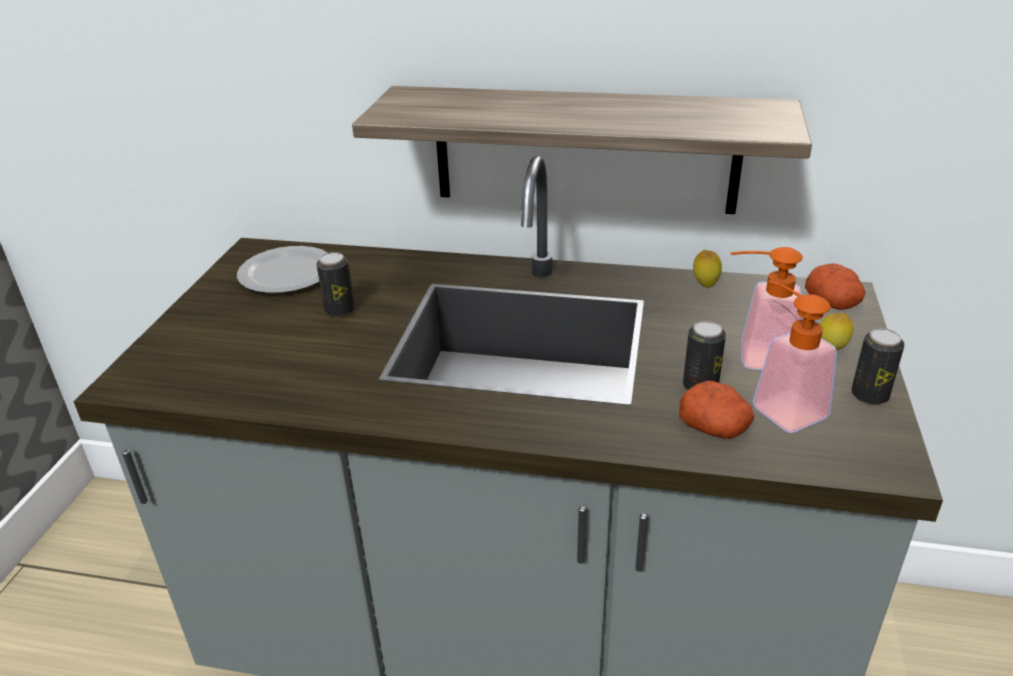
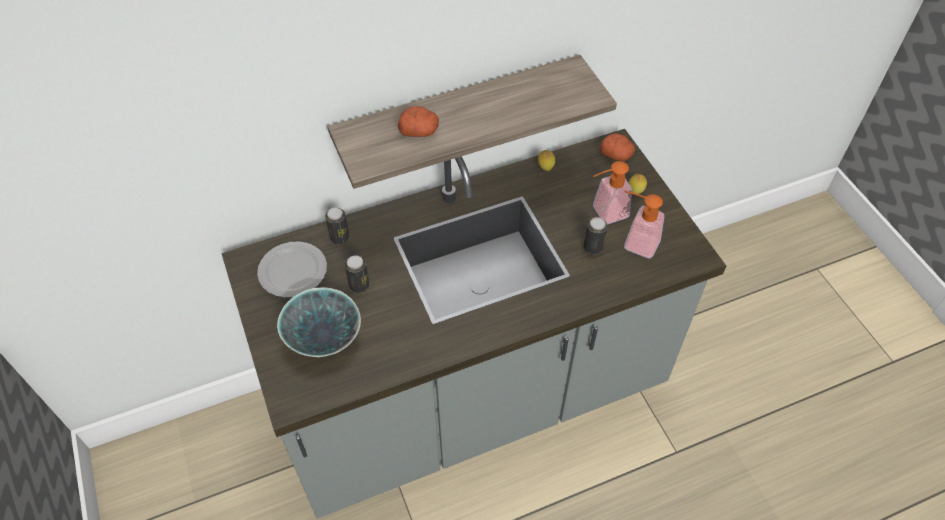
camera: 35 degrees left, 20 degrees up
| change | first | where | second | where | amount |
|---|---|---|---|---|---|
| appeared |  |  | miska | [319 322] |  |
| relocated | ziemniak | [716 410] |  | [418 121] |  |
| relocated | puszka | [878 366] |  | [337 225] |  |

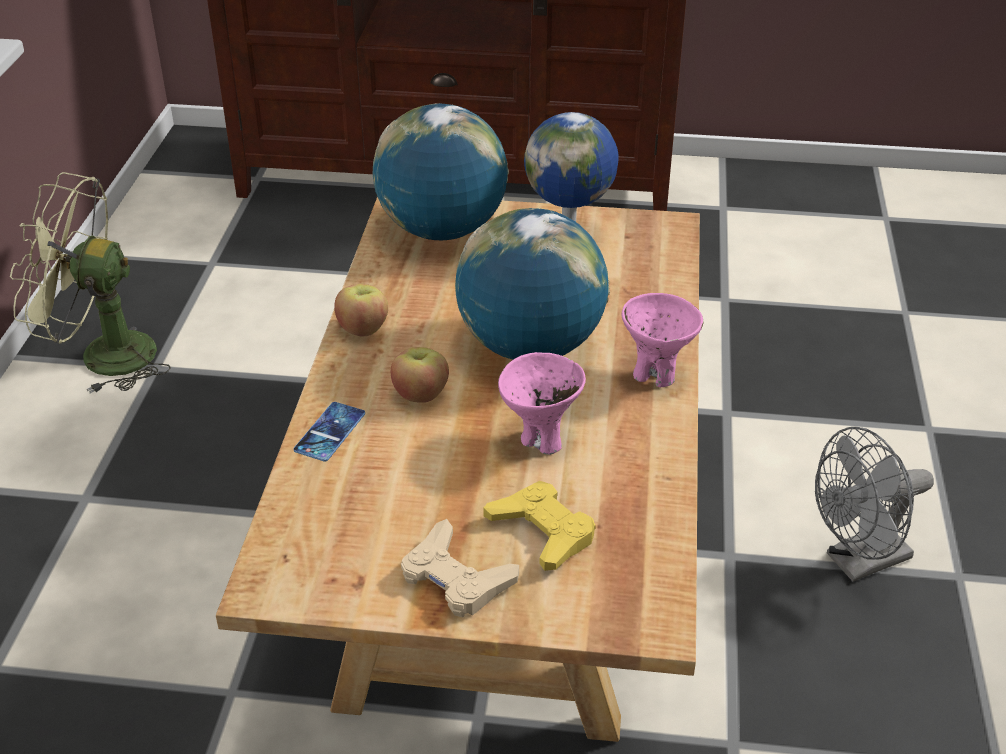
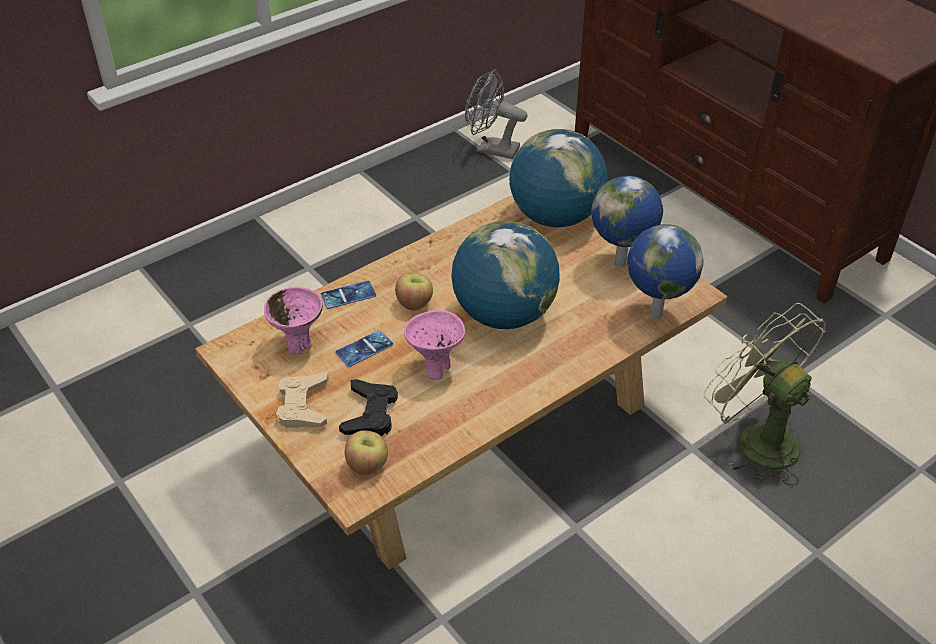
camera: 45 degrees right, 5 degrees up
| change | first | where | second | where | amount |
|---|---|---|---|---|---|
| appeared |  |  | telefon | [364 348] |  |
| appeared |  |  | globus | [665 271] |  |
| relocated | wentylator (zielony) | [90 282] |  | [765 394] |  |
| relocated | jabłko | [361 310] |  | [366 452] |  |
| relocated | miska (różowy) | [663 340] |  | [293 321] |  |
| relocated | wentylator (szary) | [874 504] |  | [496 114] |  |
| colour | pad do gier (żółty) | [539 526] | pad do gier (czarny) | [368 407] |  |

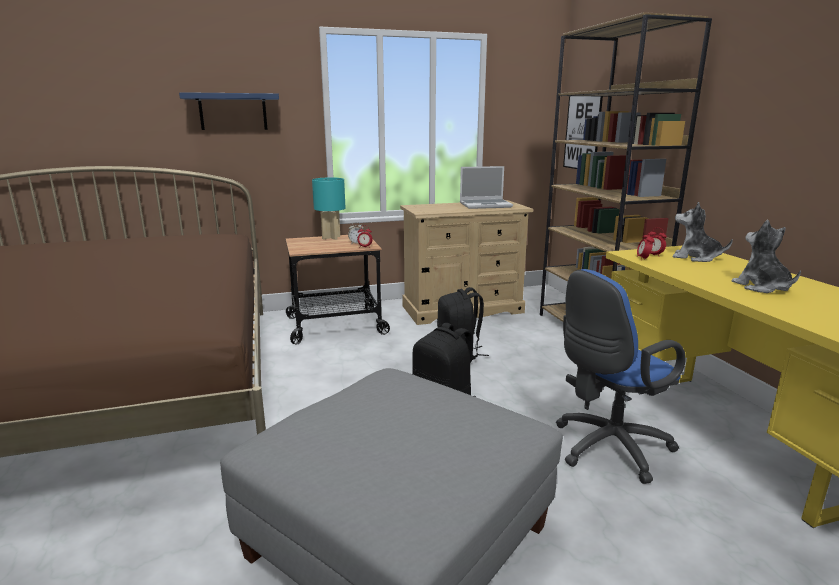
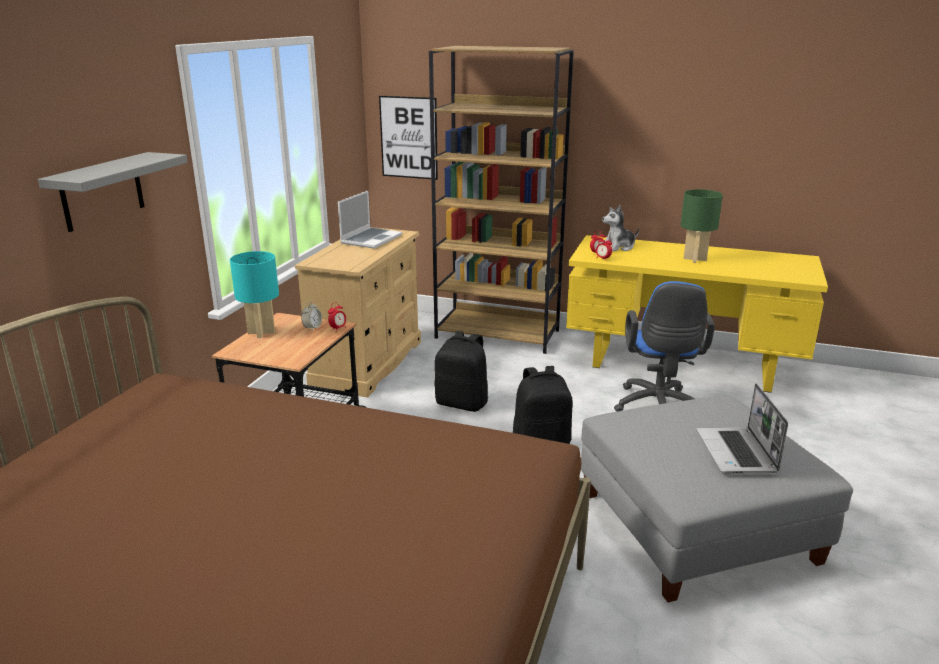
camera: 55 degrees left, 5 degrees up
| change | first | where | second | where | amount |
|---|---|---|---|---|---|
| appeared |  |  | laptop | [742 428] |  |
| exchanged | pluszak | [766 256] | lampa stołowa (zielony) | [702 226] |  |
| colour | półka (niebieski) | [229 111] | półka (szary) | [113 192] |  |

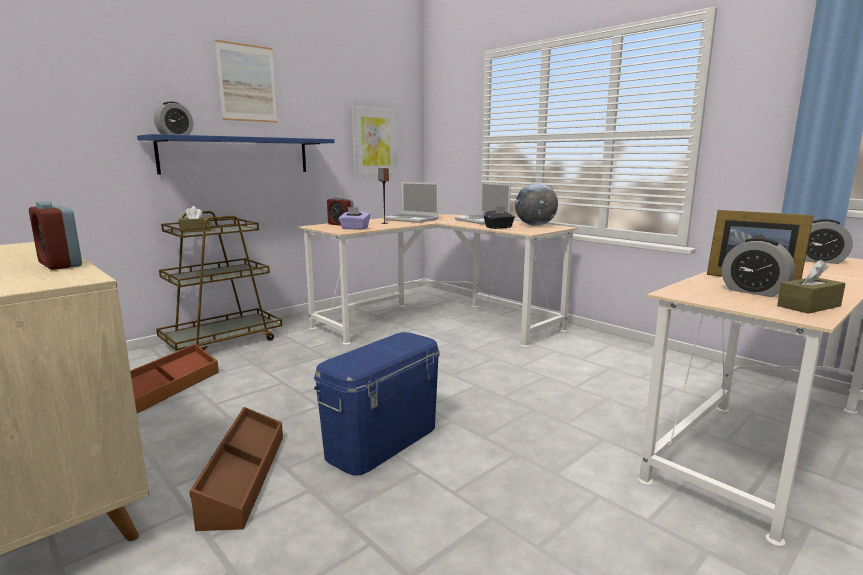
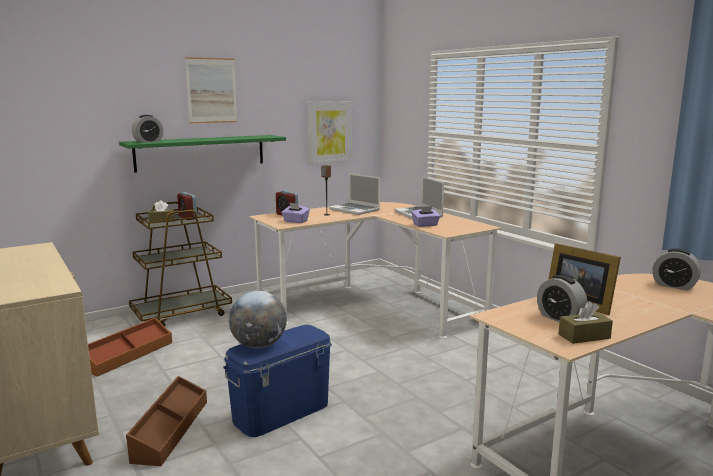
camera: 10 degrees right, 0 degrees up
| change | first | where | second | where | amount |
|---|---|---|---|---|---|
| relocated | budzik | [55 235] |  | [187 206] |  |
| relocated | globus | [536 204] |  | [258 320] |  |
| colour | półka (niebieski) | [236 154] | półka (zielony) | [202 154] |  |
| colour | pudełko chusteczek (czarny) | [499 217] | pudełko chusteczek (fioletowy) | [426 216] |  |

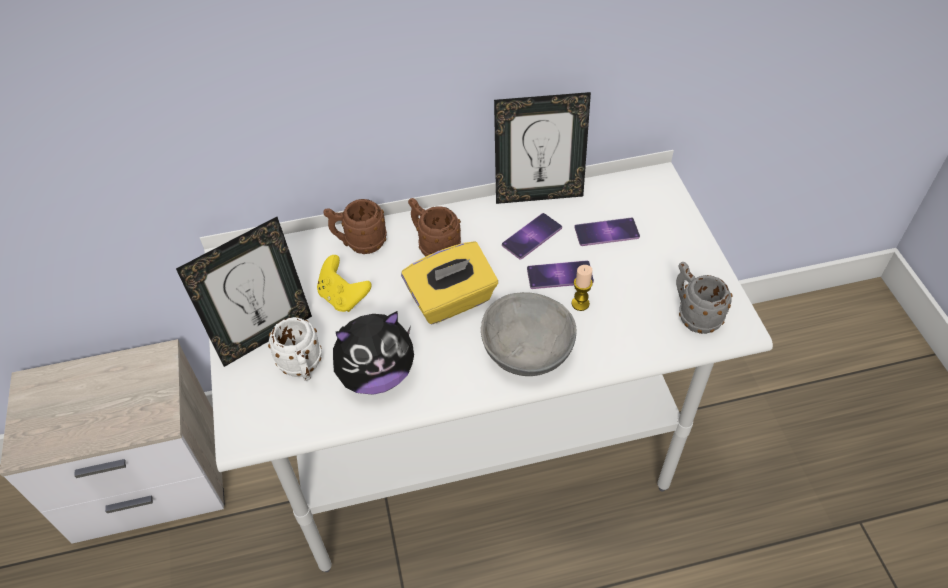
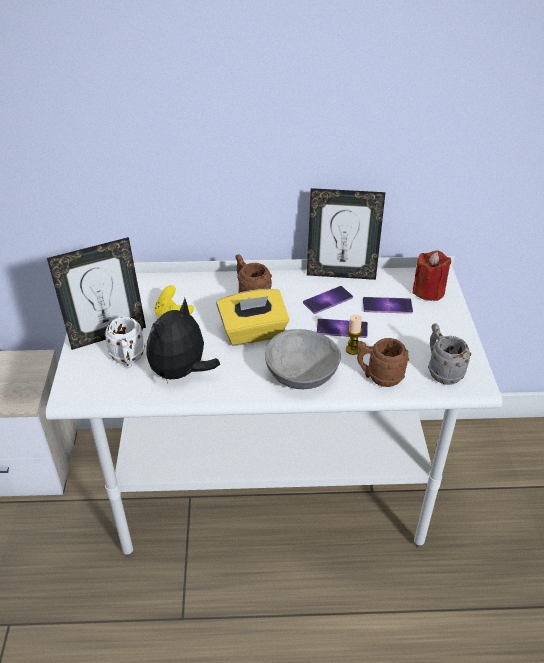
camera: 10 degrees right, 10 degrees down
| change | first | where | second | where | amount |
|---|---|---|---|---|---|
| appeared |  |  | świeca (czerwony) | [431 275] |  |
| relocated | kubek (brązowy) | [355 226] |  | [383 362] |  |
| spun | pluszak | [373 353] |  | [183 340] | 135 degrees clockwise |

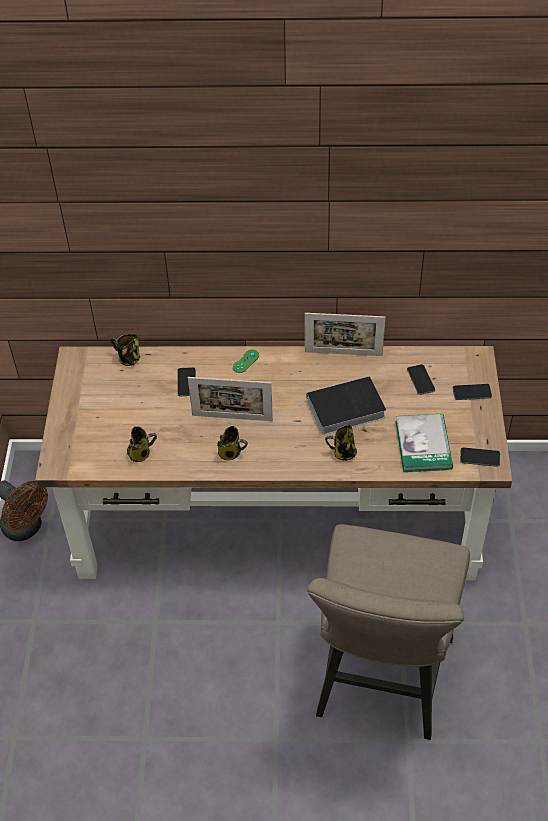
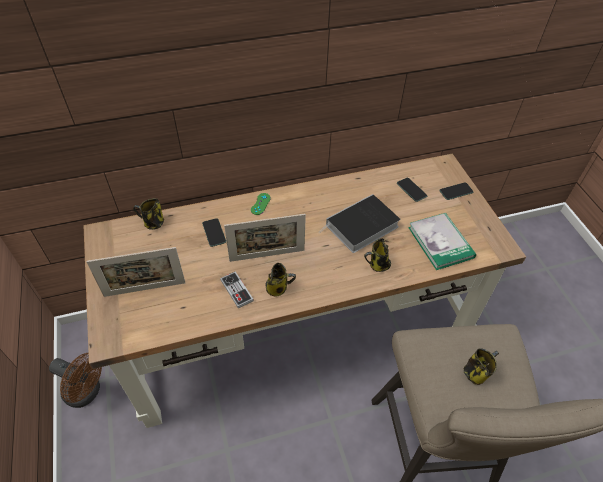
camera: 20 degrees left, 0 degrees up
| change | first | where | second | where | amount |
|---|---|---|---|---|---|
| missing | telefon | [480 457] |  |  |  |
| appeared |  |  | pad do gier | [237 289] |  |
| relocated | kubek | [142 444] |  | [481 366] |  |
| relocated | ramka na zdjęcie | [345 334] |  | [135 272] |  |

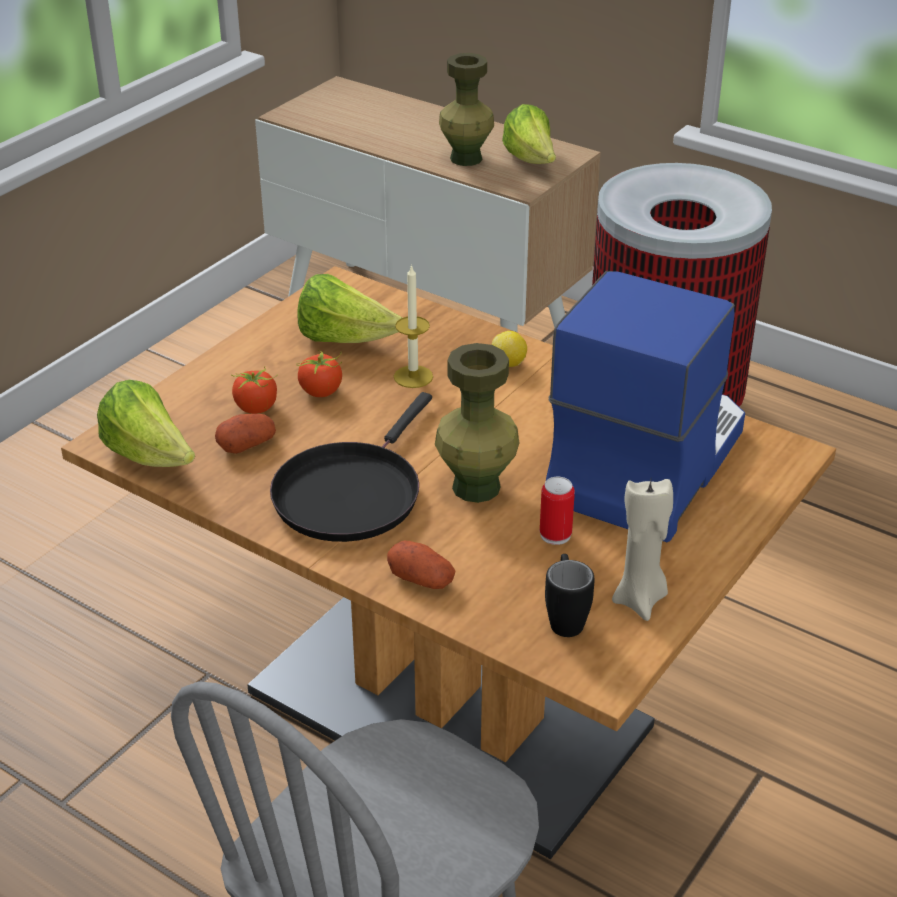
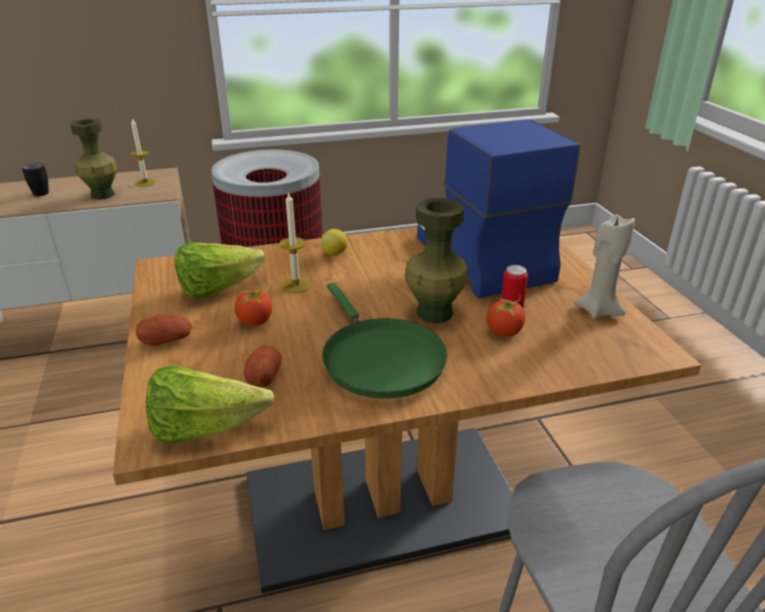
camera: 50 degrees left, 5 degrees down
| change | first | where | second | where | amount |
|---|---|---|---|---|---|
| relocated | pomidor | [255 390] |  | [508 315] |  |
| relocated | ziemniak | [421 565] |  | [164 330] |  |
| relocated | kubek (czarny) | [570 595] |  | [35 179] |  |
| exchanged | sałata | [529 134] | świeca | [143 152] |  |
| colour | patelnia (czarny) | [351 467] | patelnia (zielony) | [384 341] |  |

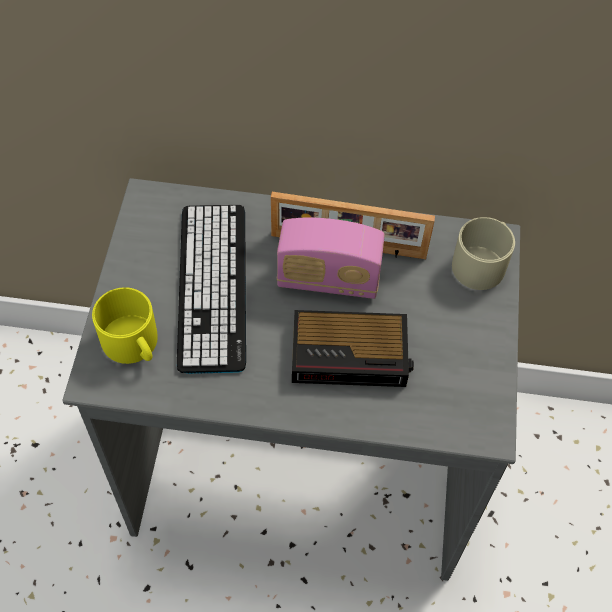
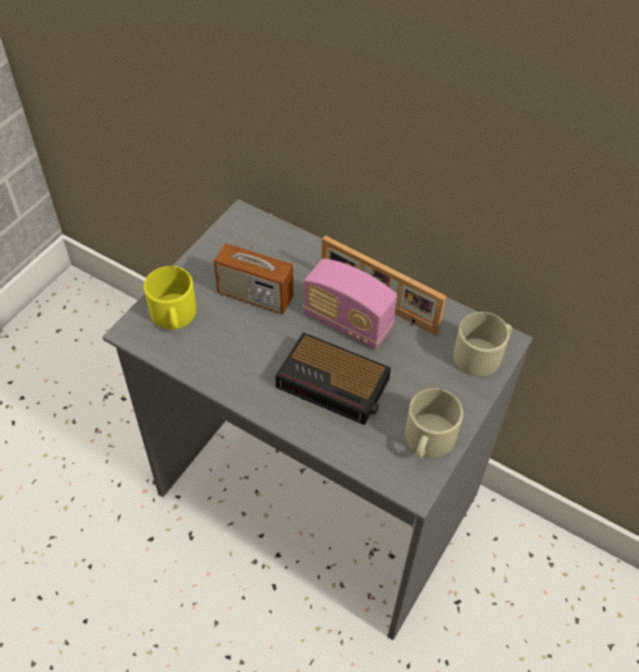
camera: 25 degrees right, 5 degrees down
| change | first | where | second | where | amount |
|---|---|---|---|---|---|
| appeared |  |  | kubek (beżowy) | [434 423] |  |
| exchanged | klawiatura | [211 289] | radio | [253 264] |  |

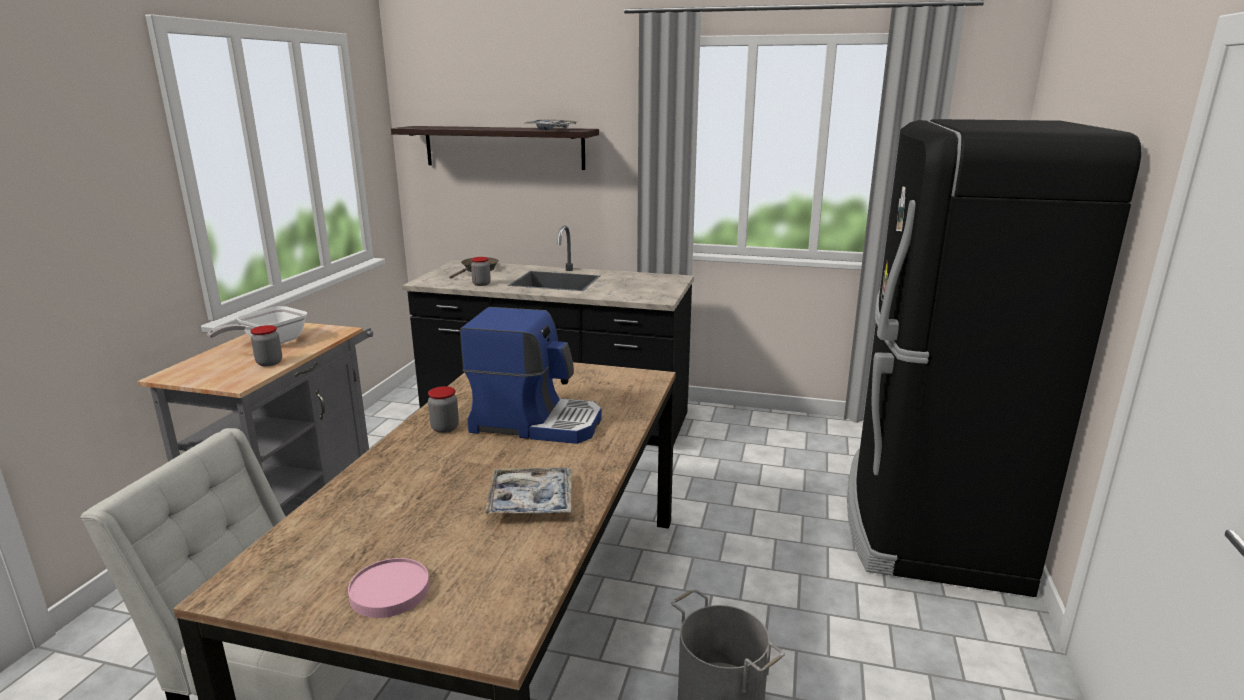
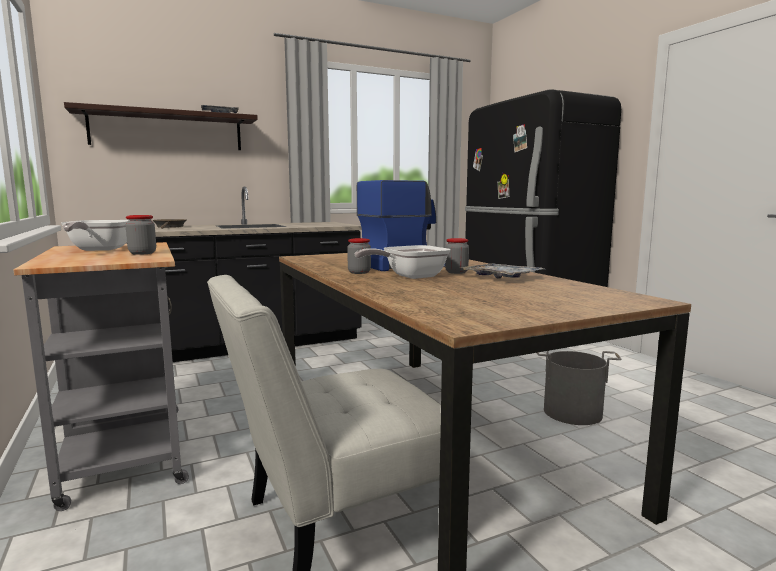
camera: 40 degrees left, 10 degrees down
| change | first | where | second | where | amount |
|---|---|---|---|---|---|
| missing | talerz (różowy) | [388 588] |  |  |  |
| appeared |  |  | patelnia | [403 262] |  |
| relocated | słoik | [481 271] |  | [457 256] |  |

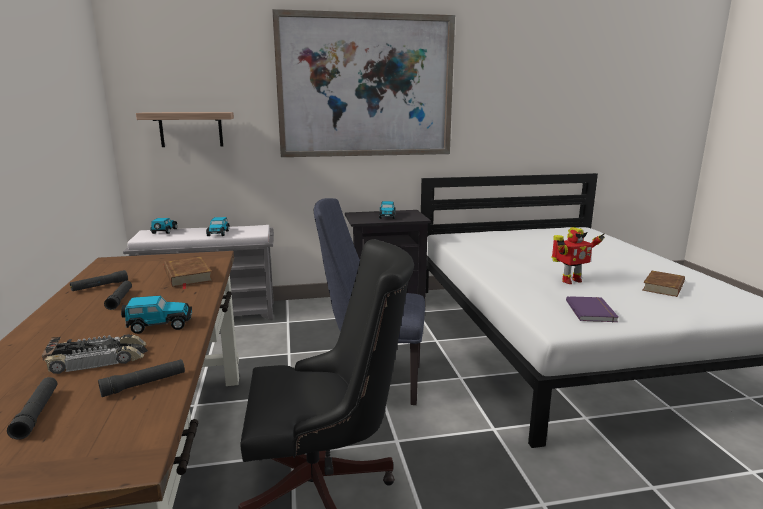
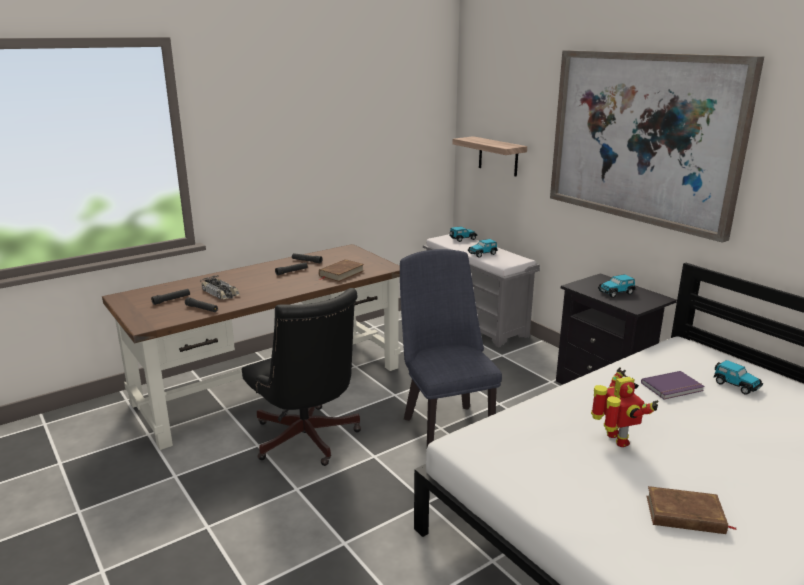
camera: 65 degrees right, 5 degrees up
| change | first | where | second | where | amount |
|---|---|---|---|---|---|
| relocated | samochodzik | [156 315] |  | [738 377] |  |
| relocated | książka (fioletowy) | [592 309] |  | [673 385] |  |
| spun | robot zabawkowy | [578 255] |  | [624 407] | 150 degrees counterclockwise |

